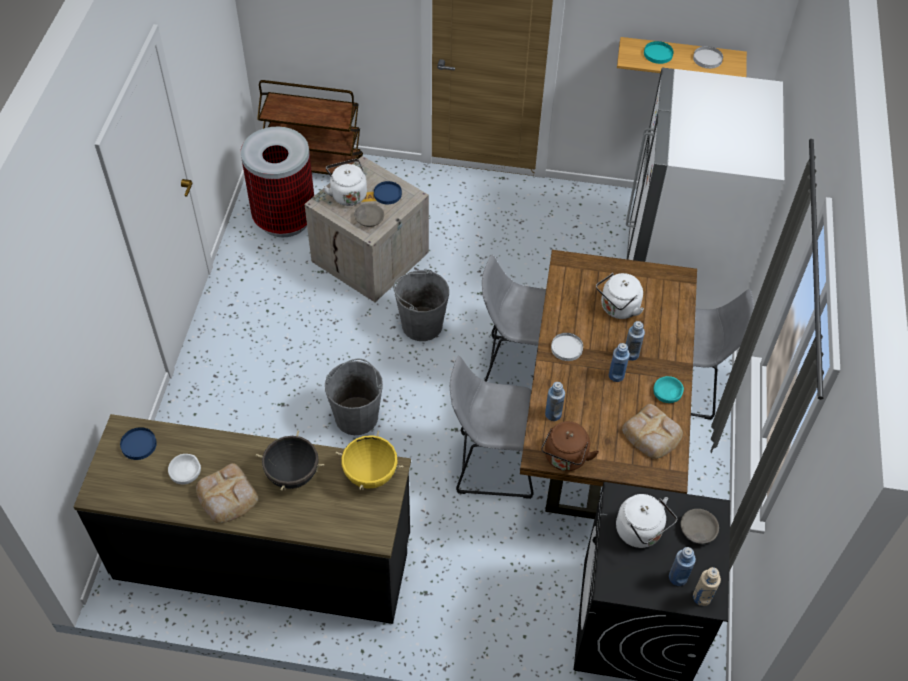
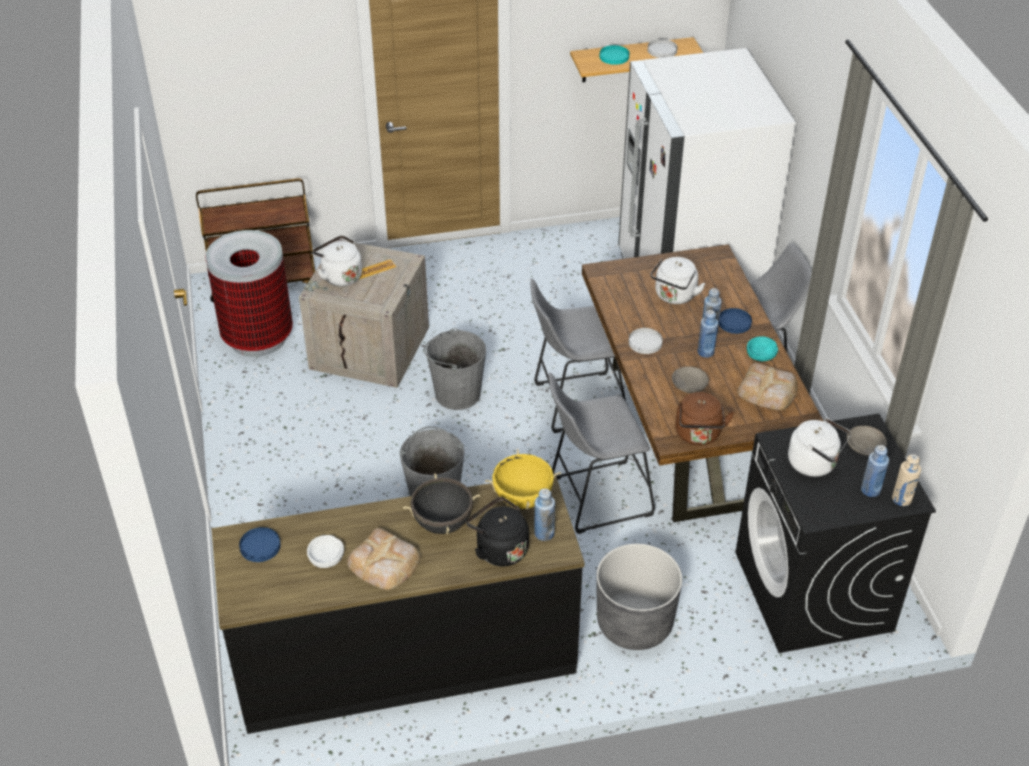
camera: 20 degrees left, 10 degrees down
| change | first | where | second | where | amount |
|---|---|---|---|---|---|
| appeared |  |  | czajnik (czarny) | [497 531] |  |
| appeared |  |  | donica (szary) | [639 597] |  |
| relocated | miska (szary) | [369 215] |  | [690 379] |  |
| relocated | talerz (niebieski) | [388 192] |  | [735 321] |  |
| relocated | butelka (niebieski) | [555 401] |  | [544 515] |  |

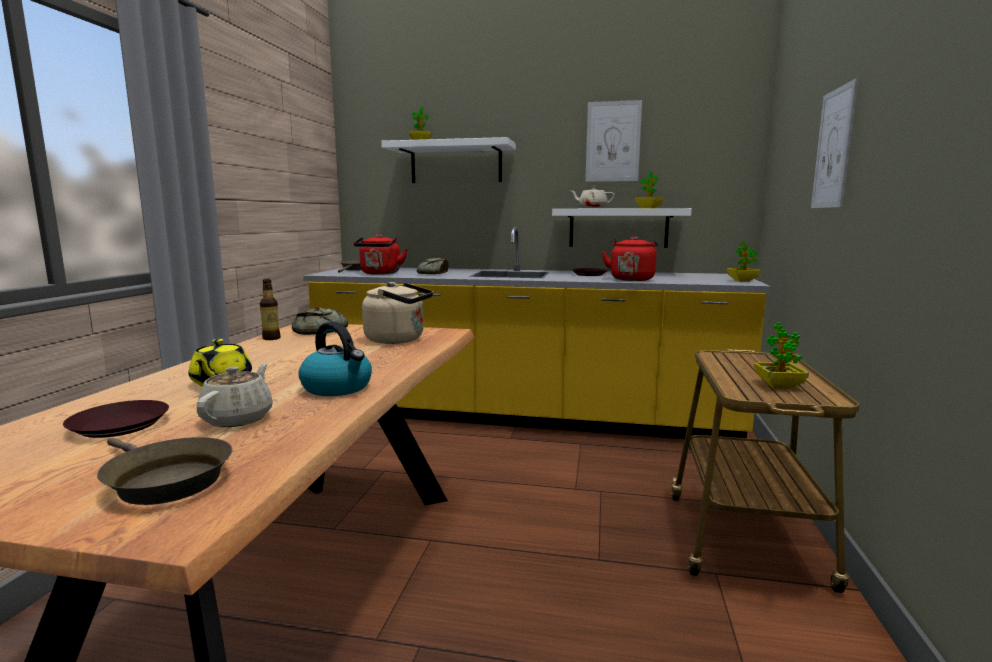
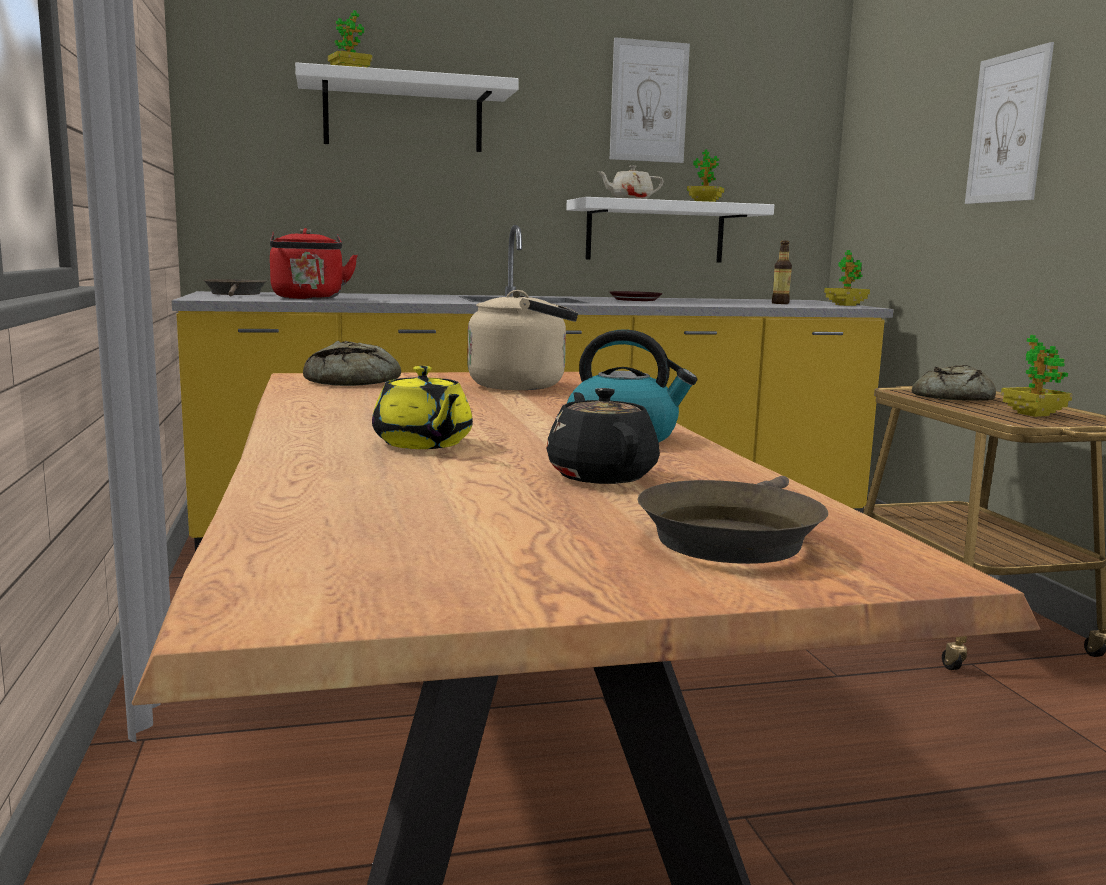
camera: 25 degrees left, 0 degrees up
| change | first | where | second | where | amount |
|---|---|---|---|---|---|
| missing | talerz (brązowy) | [116 419] |  |  |  |
| missing | czajnik (czerwony) | [630 258] |  |  |  |
| relocated | butelka | [270 309] |  | [782 272] |  |
| relocated | chleb | [433 266] |  | [954 383] |  |
| colour | imbryk (beżowy) | [235 395] | imbryk (czarny) | [603 436] |  |
| spun | patelnia (brązowy) | [164 471] |  | [733 520] | 105 degrees clockwise |

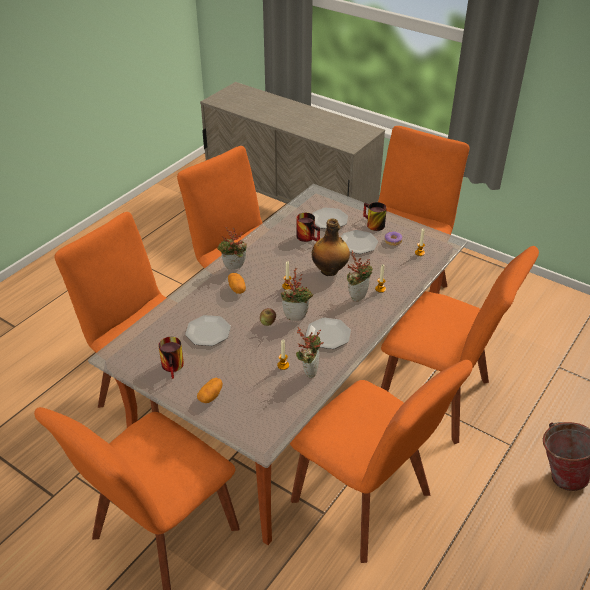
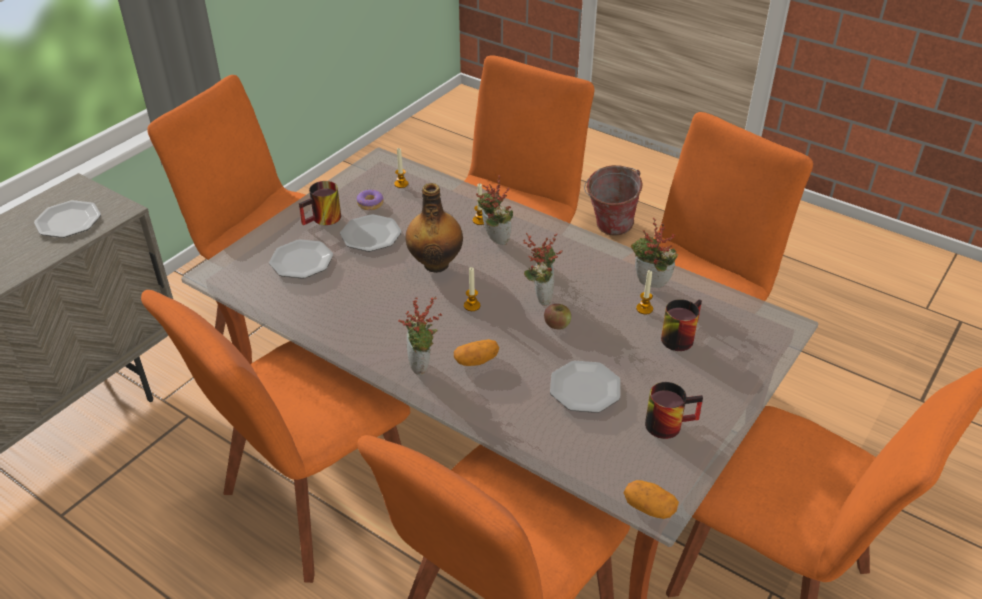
camera: 90 degrees left, 0 degrees up
| change | first | where | second | where | amount |
|---|---|---|---|---|---|
| relocated | ziemniak | [210 390] |  | [651 499] |  |
| relocated | kubek | [308 227] |  | [681 325] |  |
| relocated | talerz | [328 333] |  | [67 219] |  |

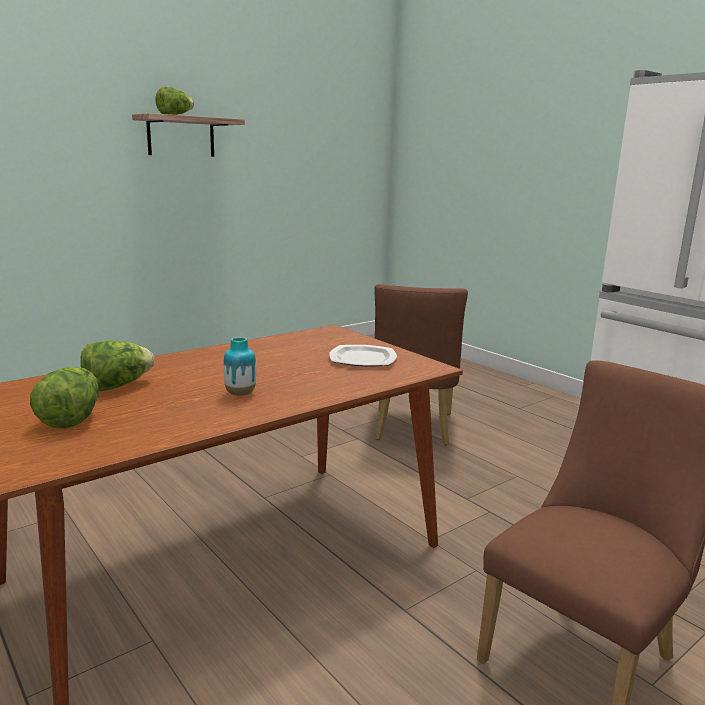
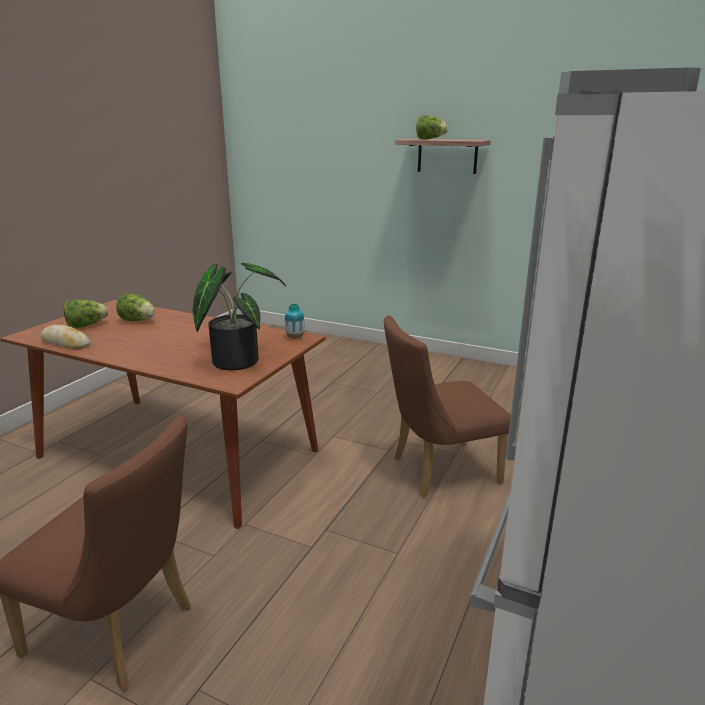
camera: 65 degrees right, 5 degrees up
| change | first | where | second | where | amount |
|---|---|---|---|---|---|
| appeared |  |  | chleb | [65 336] |  |
| relocated | wazon | [239 366] |  | [294 321] |  |
| exchanged | talerz | [363 356] | roślina doniczkowa | [239 316] |  |

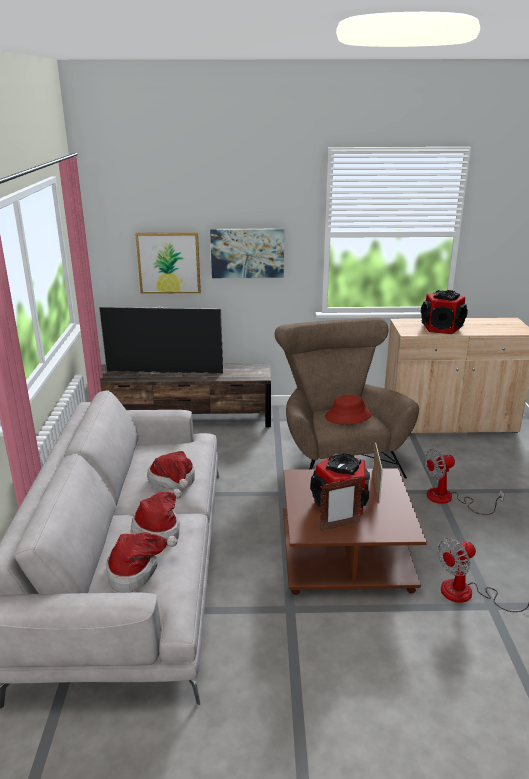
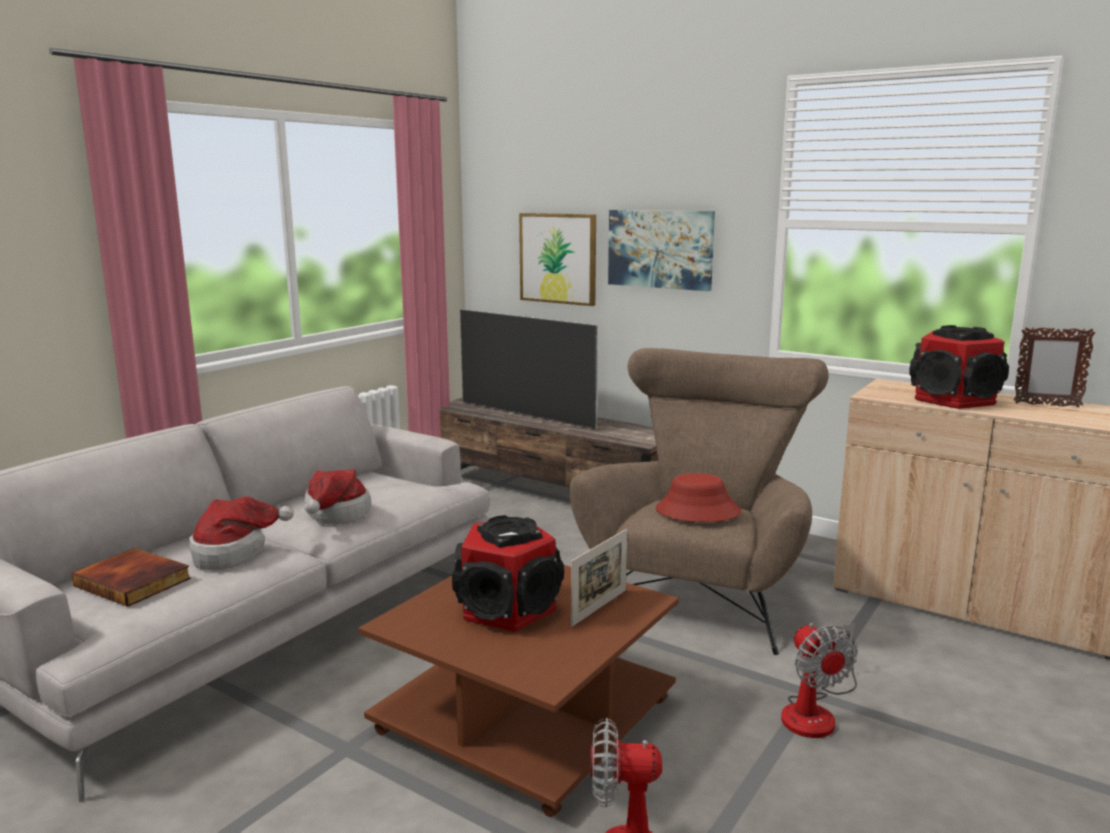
camera: 35 degrees right, 10 degrees down
| change | first | where | second | where | amount |
|---|---|---|---|---|---|
| relocated | ramka na zdjęcie | [342 503] |  | [1054 367] |  |
| exchanged | kapelusz | [141 562] | książka | [131 577] |  |
| spun | wentylator | [464 482] |  | [819 680] | 120 degrees counterclockwise |

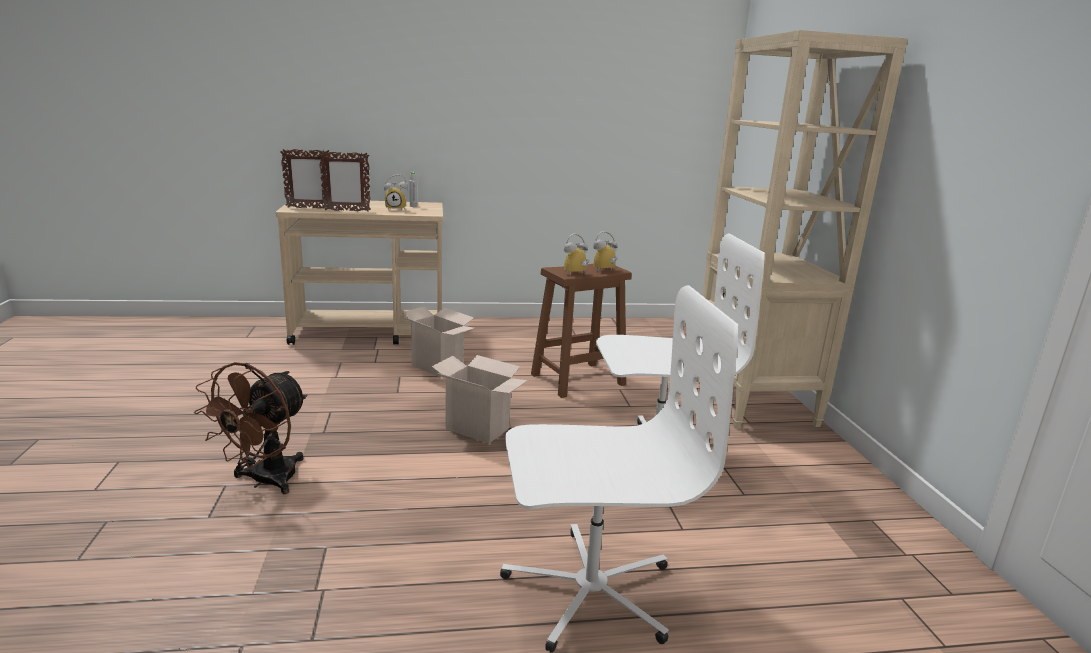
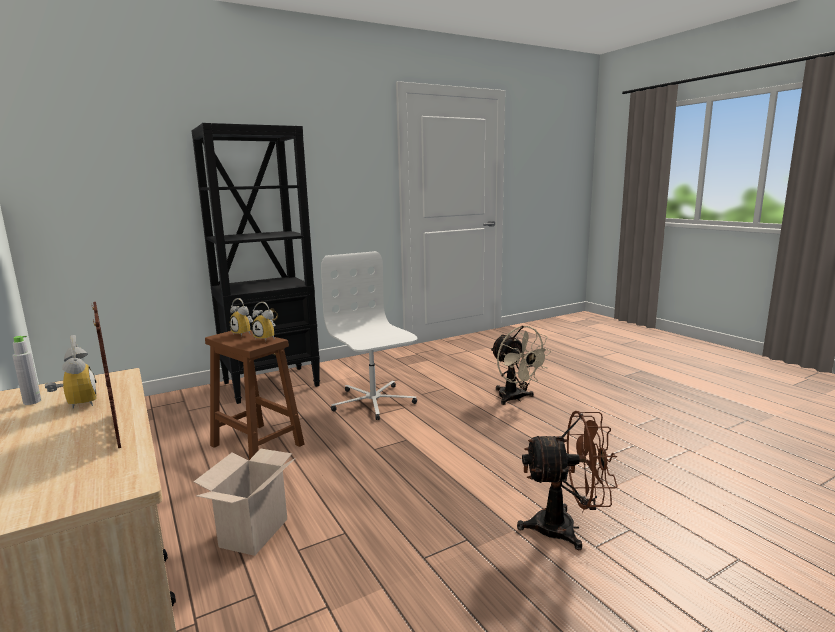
camera: 110 degrees left, 5 degrees down
| change | first | where | second | where | amount |
|---|---|---|---|---|---|
| missing | ramka na zdjęcie | [306 179] |  |  |  |
| missing | karton | [480 399] |  |  |  |
| exchanged | krzesło biurowe (biały) | [619 469] | wentylator (beżowy) | [521 365] |  |
| colour | regał (beżowy) | [802 229] | regał (czarny) | [256 263] |  |

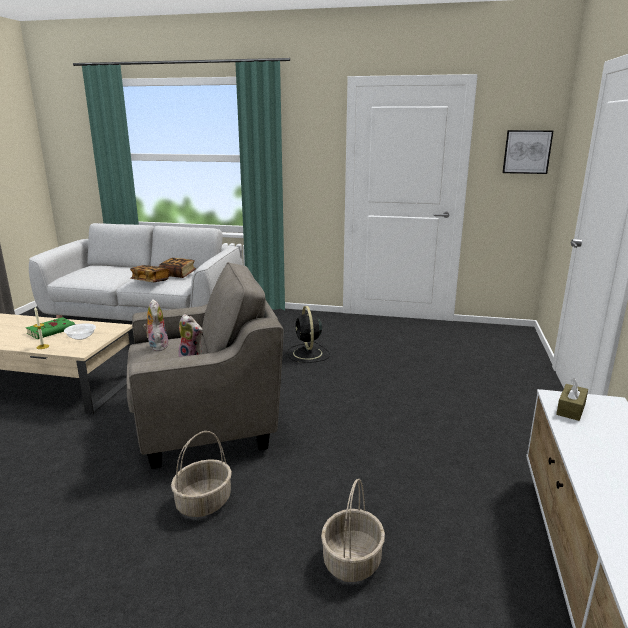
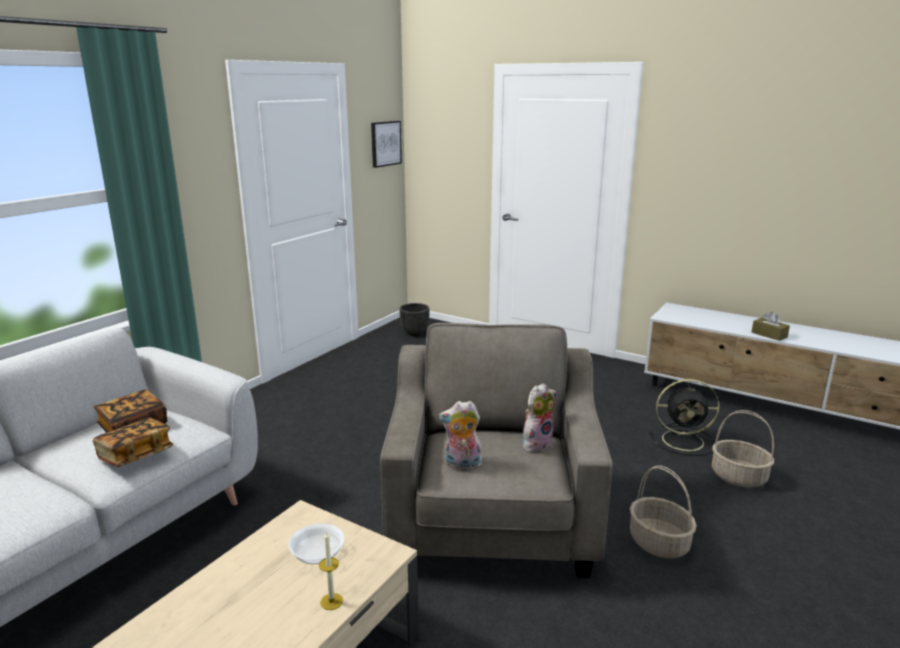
camera: 70 degrees left, 0 degrees up
| change | first | where | second | where | amount |
|---|---|---|---|---|---|
| missing | książka (zielony) | [51 328] |  |  |  |
| appeared |  |  | donica (czarny) | [414 319] |  |
| relocated | wentylator (czarny) | [308 334] |  | [685 417] |  |
| relocated | pudełko chusteczek (brązowy) | [572 399] |  | [771 326] |  |

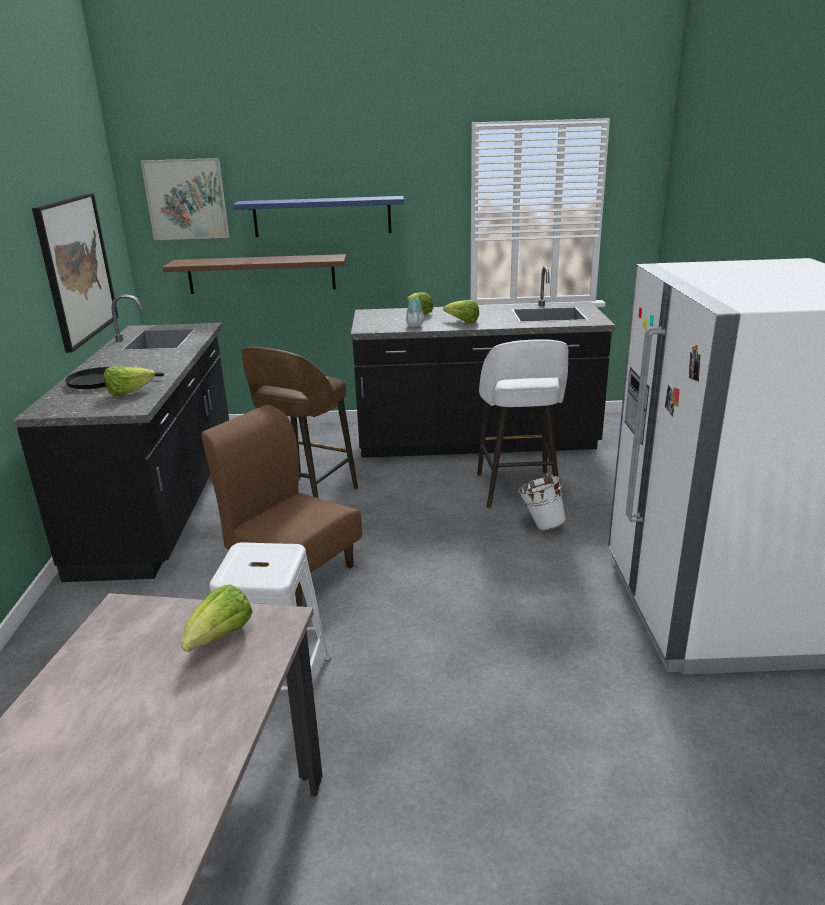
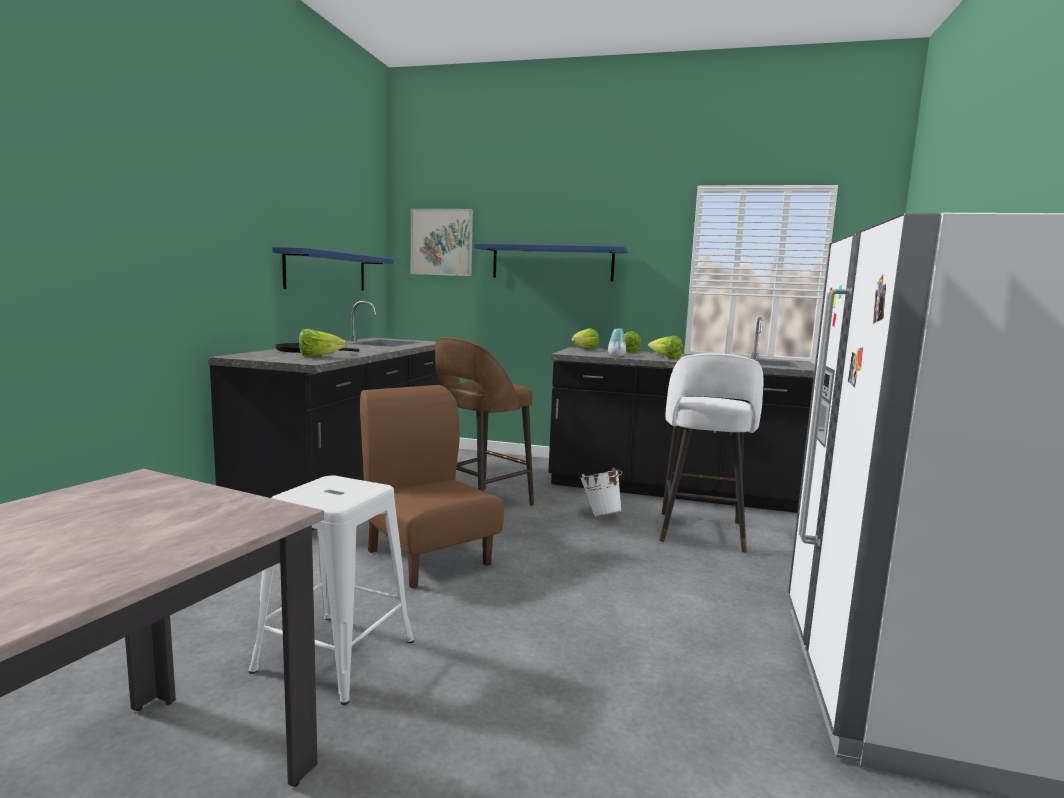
camera: 15 degrees right, 15 degrees down
| change | first | where | second | where | amount |
|---|---|---|---|---|---|
| missing | półka (brązowy) | [255 274] |  |  |  |
| relocated | sałata | [217 618] |  | [585 338] |  |
| relocated | wiadro (biały) | [542 501] |  | [601 492] |  |
| exchanged | obraz | [75 273] | półka (niebieski) | [333 269] |  |

